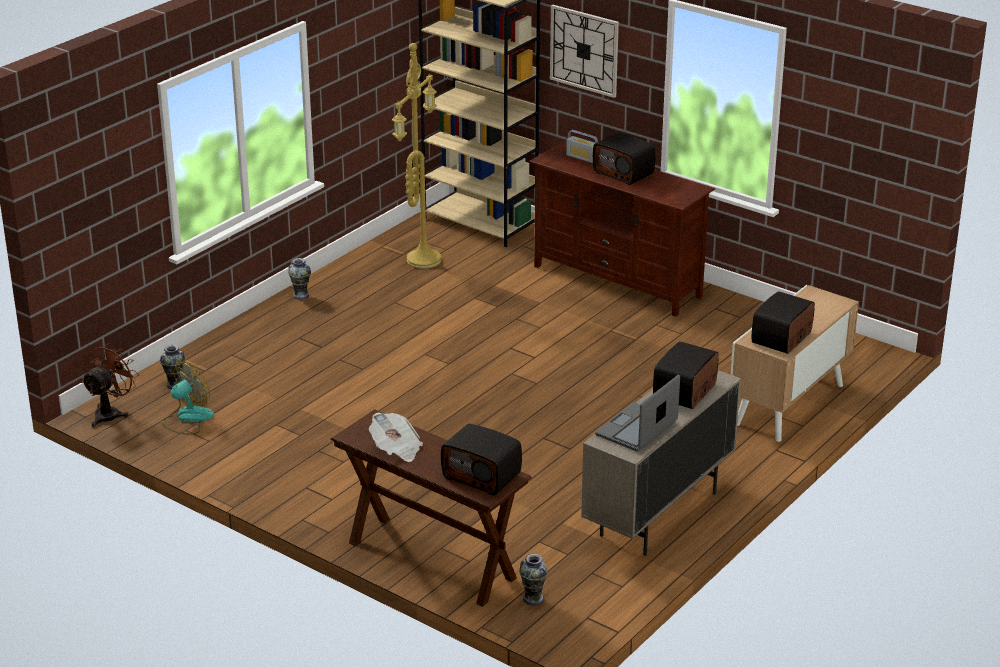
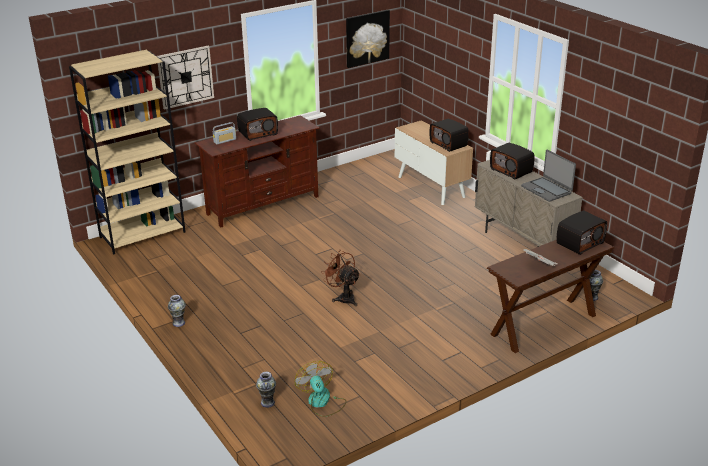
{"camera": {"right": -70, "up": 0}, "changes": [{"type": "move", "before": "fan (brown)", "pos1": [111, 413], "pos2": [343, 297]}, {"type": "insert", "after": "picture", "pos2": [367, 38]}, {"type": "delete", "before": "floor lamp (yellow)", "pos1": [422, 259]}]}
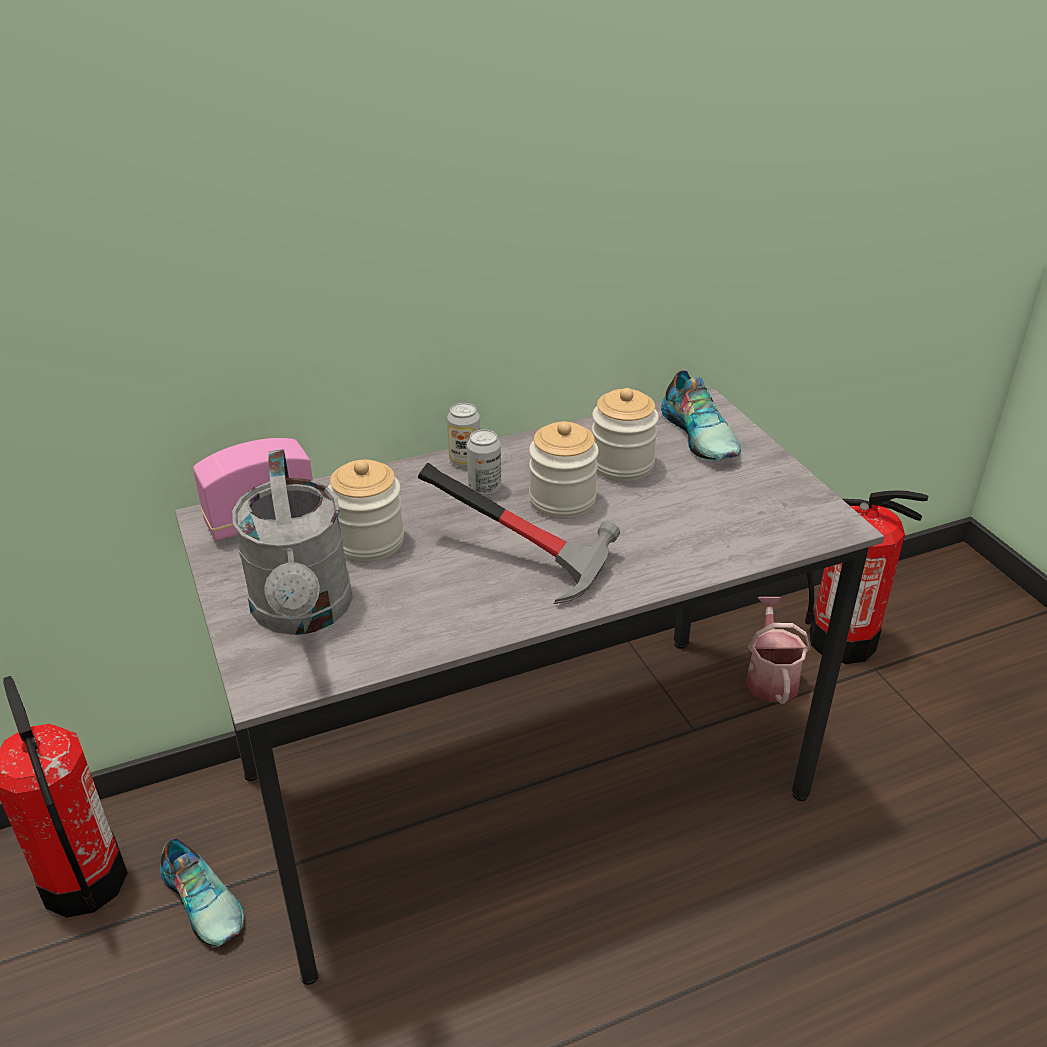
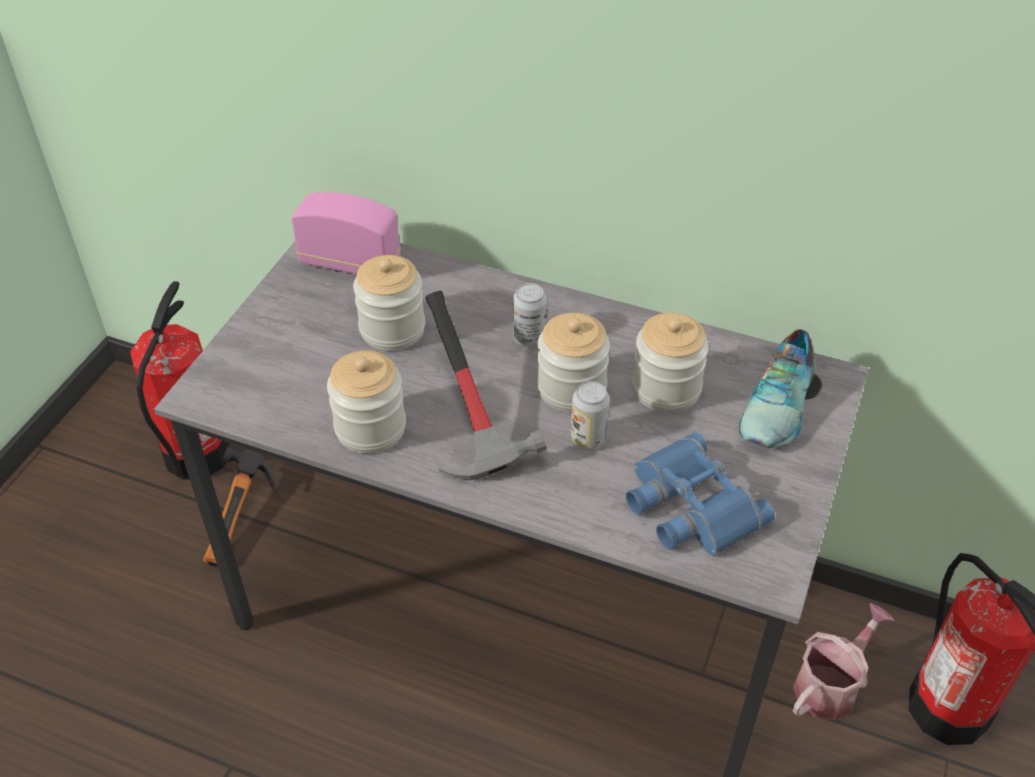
{"camera": {"right": 45, "up": 10}, "changes": [{"type": "replace", "before": "shoe", "after": "hammer", "pos1": [204, 899], "pos2": [243, 521]}, {"type": "insert", "after": "jar", "pos2": [370, 428]}, {"type": "move", "before": "can", "pos1": [465, 460], "pos2": [588, 437]}, {"type": "insert", "after": "binoculars (blue)", "pos2": [688, 505]}, {"type": "delete", "before": "watering can (grey)", "pos1": [303, 613]}]}
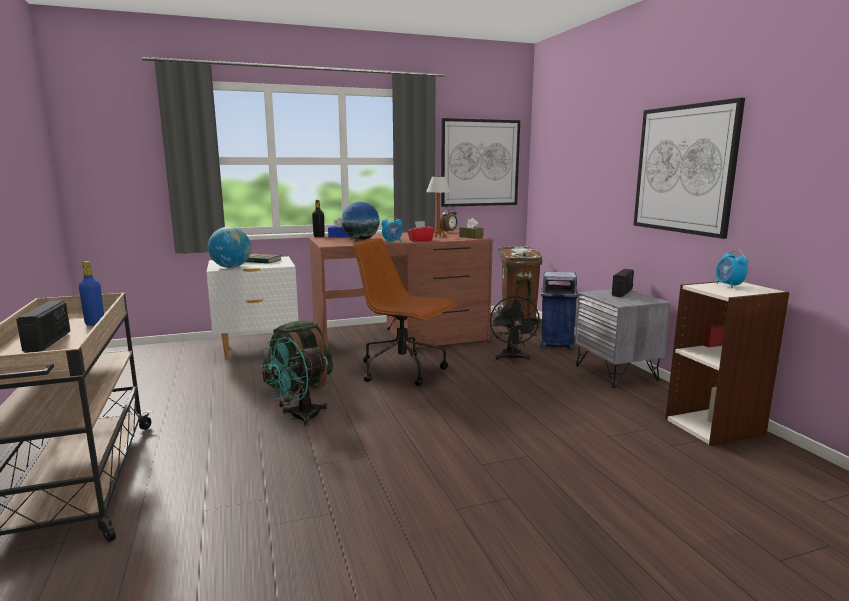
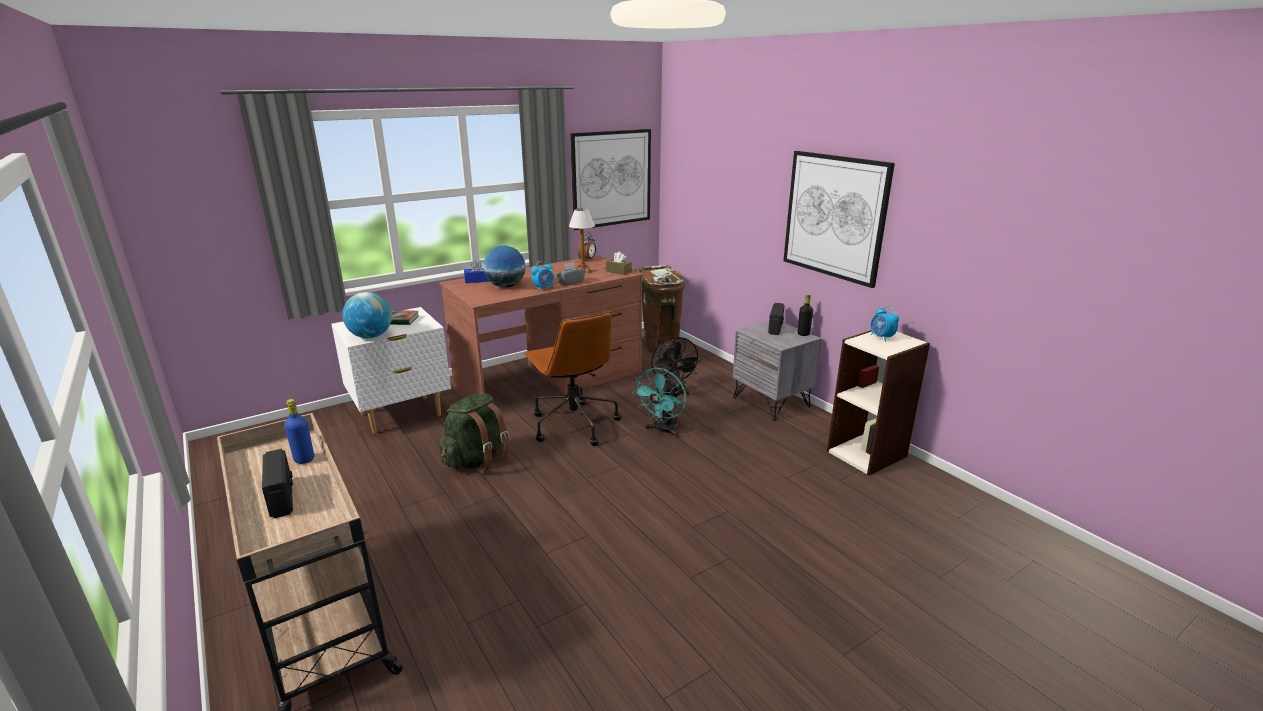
{"camera": {"right": -15, "up": 10}, "changes": [{"type": "rotate", "before": "office chair (brown)", "pos1": [403, 370], "pos2": [573, 424], "turn": -135}, {"type": "recolor", "before": "tissue box (red)", "after": "tissue box (grey)", "pos1": [420, 240], "pos2": [571, 282]}, {"type": "move", "before": "fan (turquoise)", "pos1": [298, 417], "pos2": [663, 431]}, {"type": "move", "before": "bottle (black)", "pos1": [319, 236], "pos2": [803, 334]}, {"type": "delete", "before": "trash can (blue)", "pos1": [556, 344]}]}
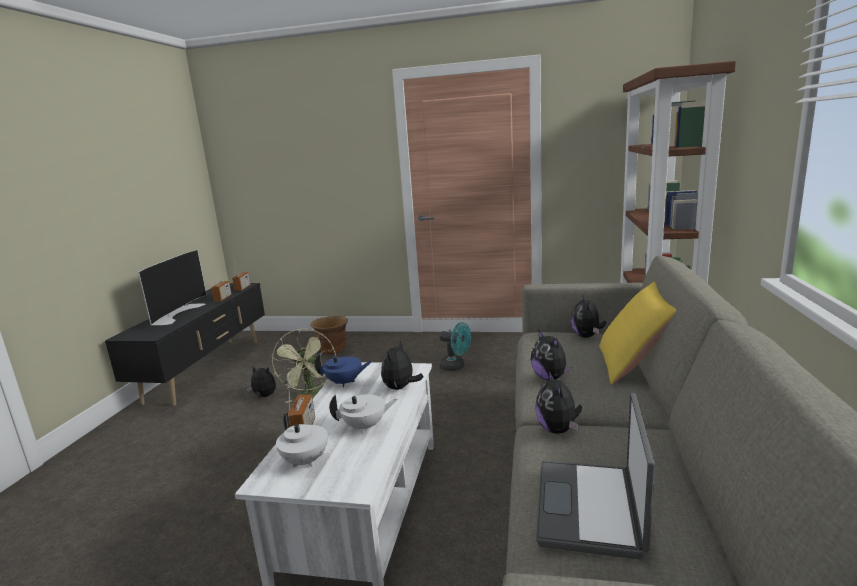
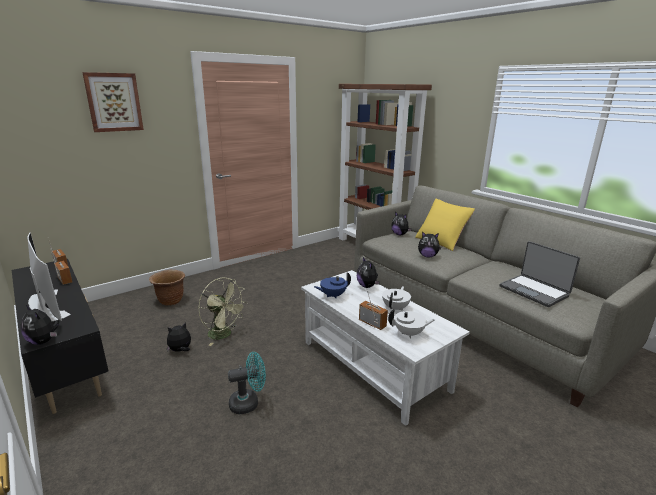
{"camera": {"right": -50, "up": 5}, "changes": [{"type": "move", "before": "plush toy", "pos1": [558, 430], "pos2": [44, 341]}, {"type": "insert", "after": "picture", "pos2": [114, 102]}, {"type": "move", "before": "fan (turquoise)", "pos1": [456, 367], "pos2": [249, 403]}, {"type": "rotate", "before": "teapot (blue)", "pos1": [345, 382], "pos2": [332, 295], "turn": -150}]}
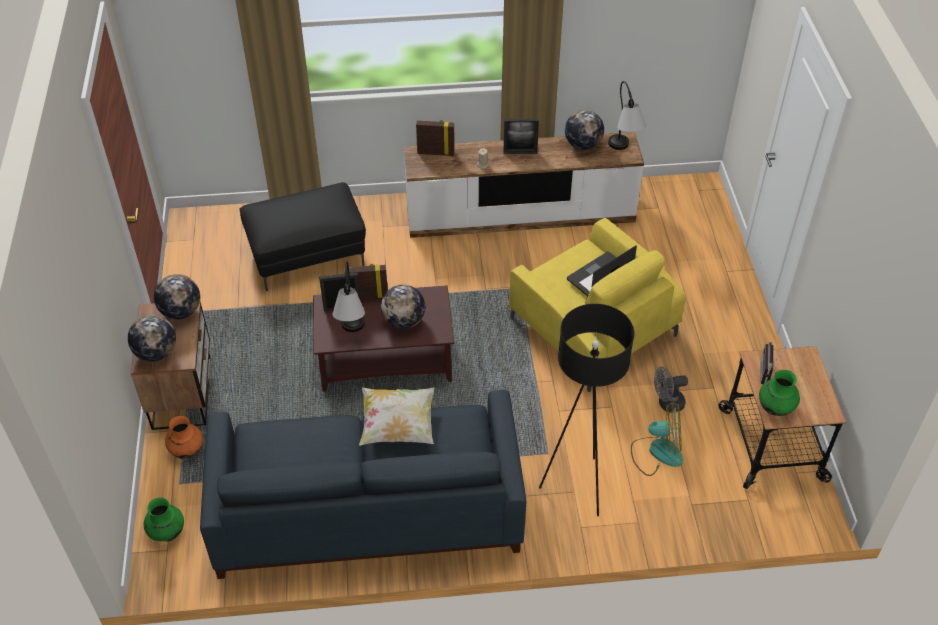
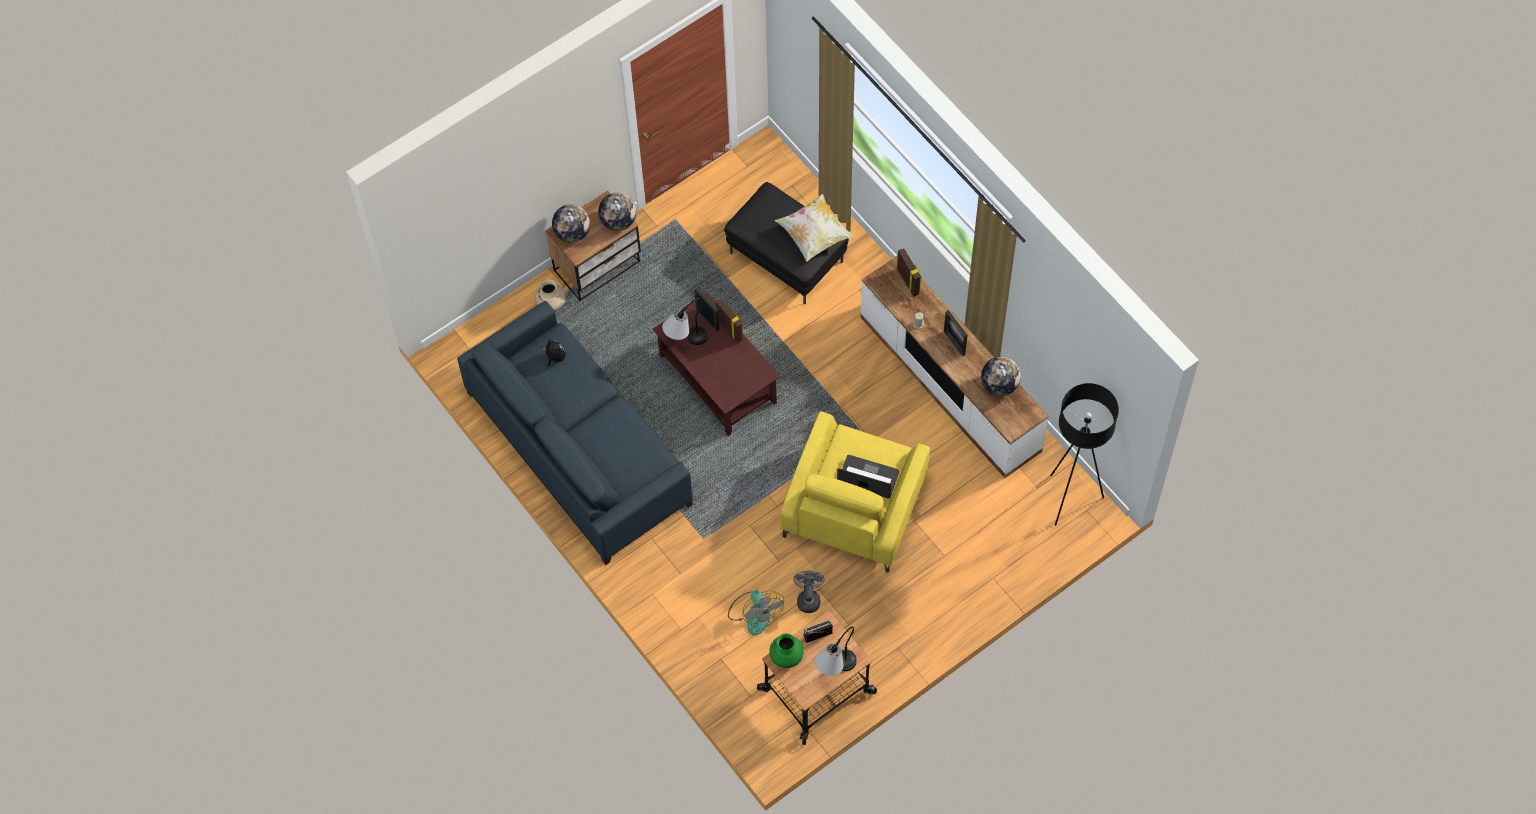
{"camera": {"right": 60, "up": 15}, "changes": [{"type": "recolor", "before": "vase (orange)", "after": "vase (beige)", "pos1": [187, 450], "pos2": [551, 304]}, {"type": "insert", "after": "plush toy", "pos2": [555, 357]}, {"type": "move", "before": "pillow", "pos1": [398, 426], "pos2": [814, 235]}, {"type": "rotate", "before": "fan (grey)", "pos1": [667, 403], "pos2": [808, 598], "turn": 45}, {"type": "move", "before": "table lamp", "pos1": [623, 152], "pos2": [835, 671]}, {"type": "move", "before": "floor lamp (black)", "pos1": [577, 486], "pos2": [1070, 499]}, {"type": "delete", "before": "vase (green)", "pos1": [167, 532]}, {"type": "delete", "before": "globe", "pos1": [404, 321]}]}
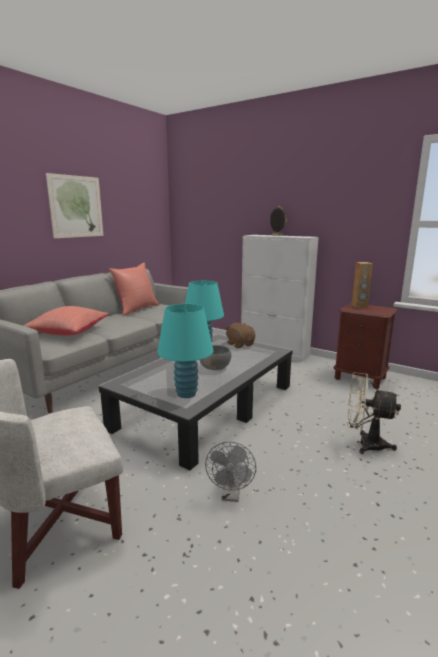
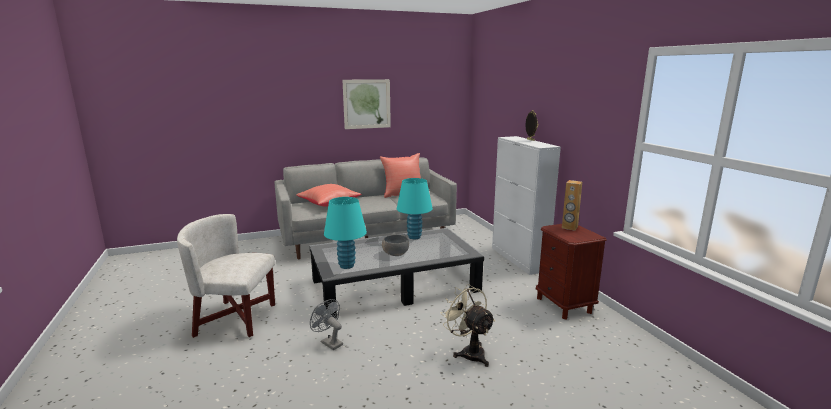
{"camera": {"right": 35, "up": 0}, "changes": [{"type": "rotate", "before": "fan (grey)", "pos1": [231, 495], "pos2": [329, 342], "turn": 90}, {"type": "delete", "before": "plush toy (brown)", "pos1": [240, 344]}]}
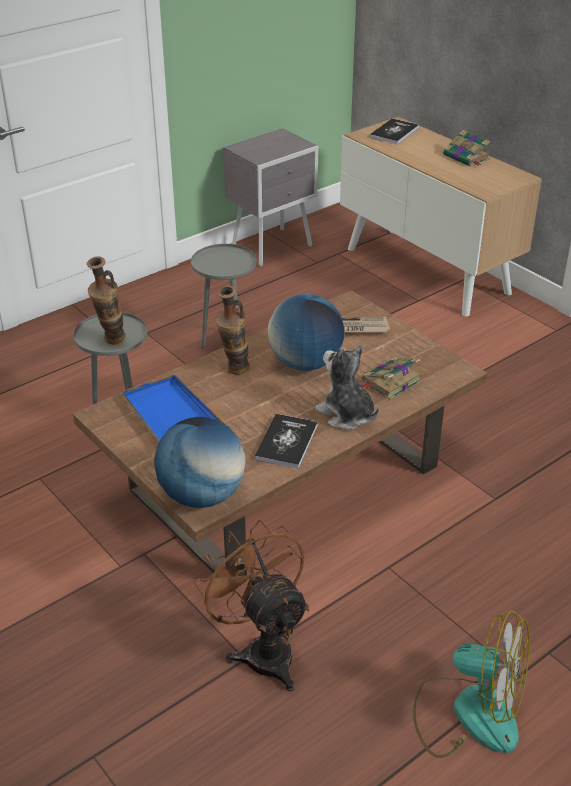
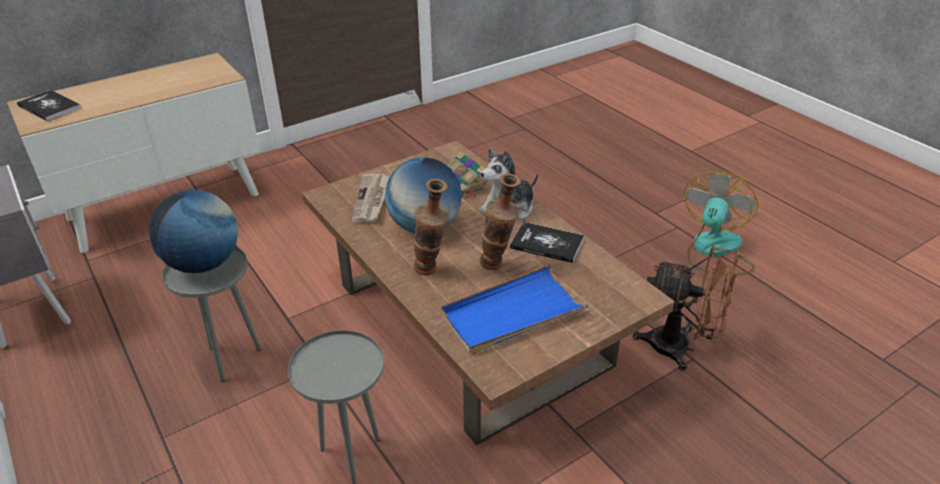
{"camera": {"right": -85, "up": 0}, "changes": [{"type": "move", "before": "globe", "pos1": [202, 495], "pos2": [203, 264]}, {"type": "move", "before": "vase", "pos1": [111, 342], "pos2": [498, 266]}, {"type": "rotate", "before": "fan (brown)", "pos1": [262, 649], "pos2": [680, 348], "turn": -135}, {"type": "delete", "before": "book", "pos1": [466, 157]}]}
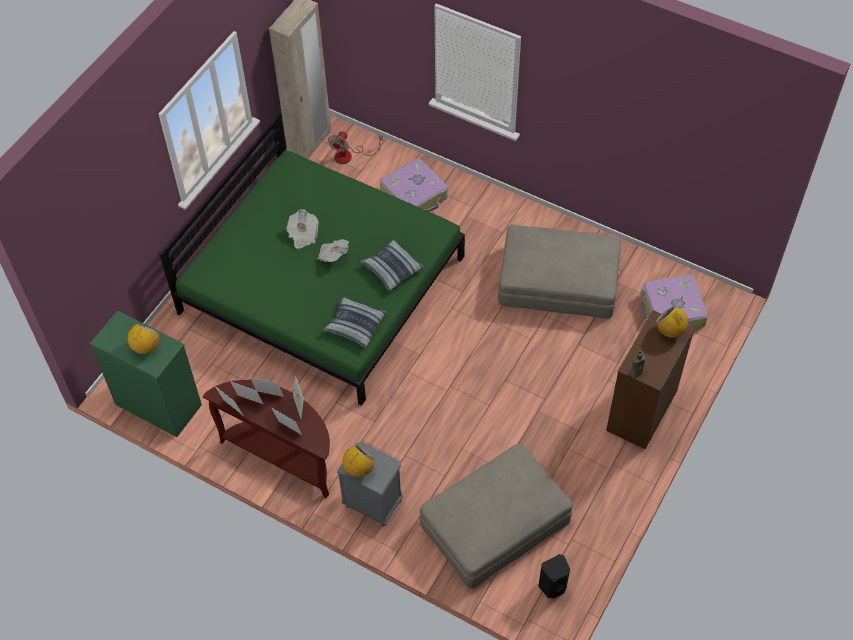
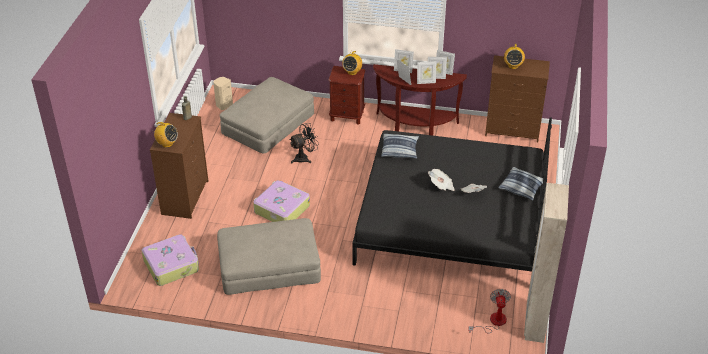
{"camera": {"right": 160, "up": -15}, "changes": [{"type": "recolor", "before": "speaker (black)", "after": "speaker (beige)", "pos1": [553, 587], "pos2": [224, 105]}, {"type": "move", "before": "suitcase", "pos1": [414, 195], "pos2": [281, 209]}, {"type": "insert", "after": "fan (black)", "pos2": [304, 158]}, {"type": "recolor", "before": "nightstand (grey)", "after": "nightstand (brown)", "pos1": [373, 503], "pos2": [347, 116]}, {"type": "recolor", "before": "bed (green)", "after": "bed (black)", "pos1": [322, 284], "pos2": [452, 220]}, {"type": "recolor", "before": "dresser (green)", "after": "dresser (brown)", "pos1": [157, 404], "pos2": [513, 130]}, {"type": "move", "before": "pillow", "pos1": [392, 268], "pos2": [522, 187]}]}
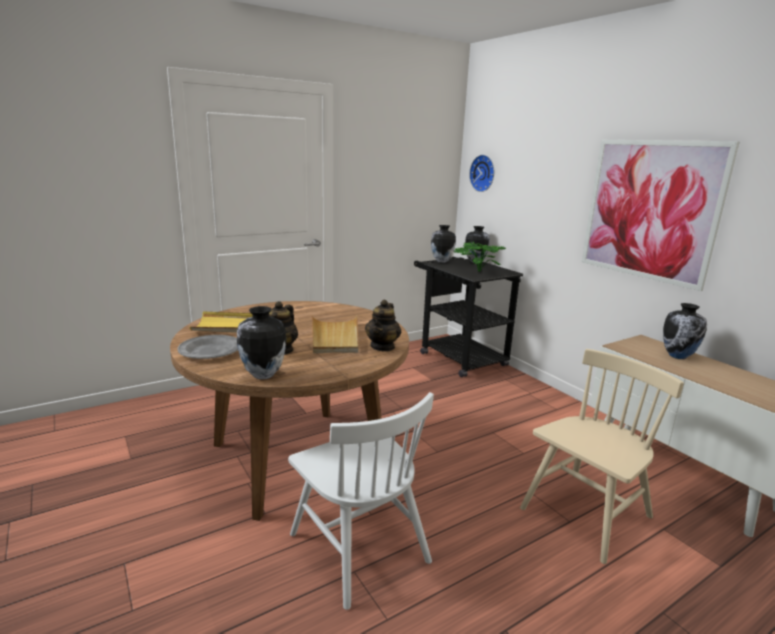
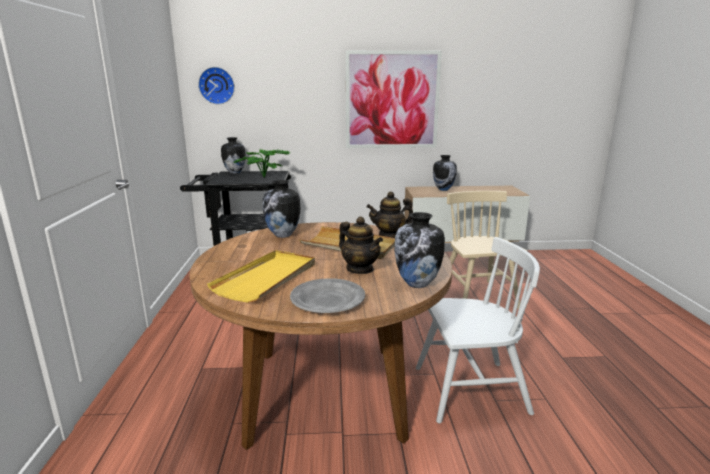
{"camera": {"right": -60, "up": 0}, "changes": [{"type": "move", "before": "vase", "pos1": [441, 261], "pos2": [283, 235]}, {"type": "rotate", "before": "teapot", "pos1": [383, 346], "pos2": [390, 235], "turn": 120}]}
